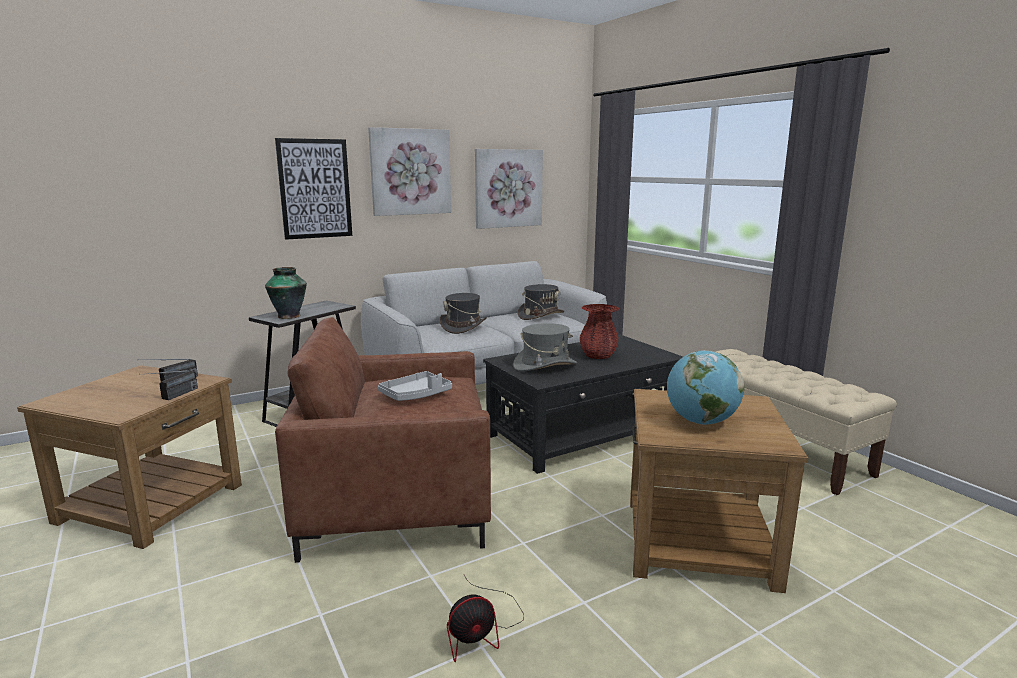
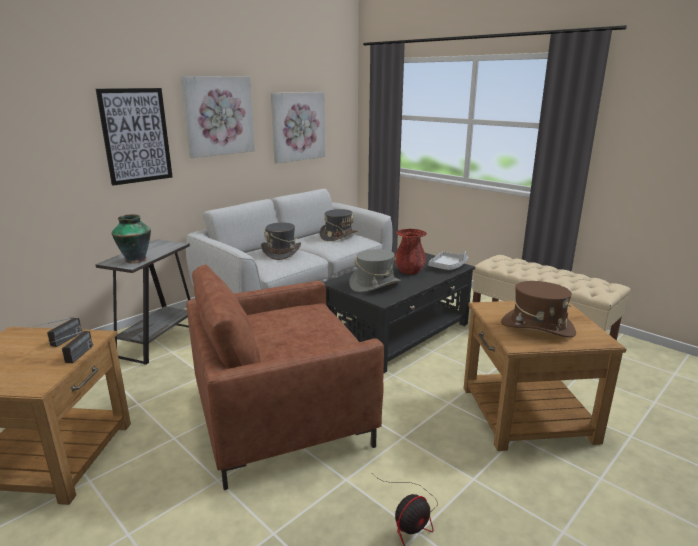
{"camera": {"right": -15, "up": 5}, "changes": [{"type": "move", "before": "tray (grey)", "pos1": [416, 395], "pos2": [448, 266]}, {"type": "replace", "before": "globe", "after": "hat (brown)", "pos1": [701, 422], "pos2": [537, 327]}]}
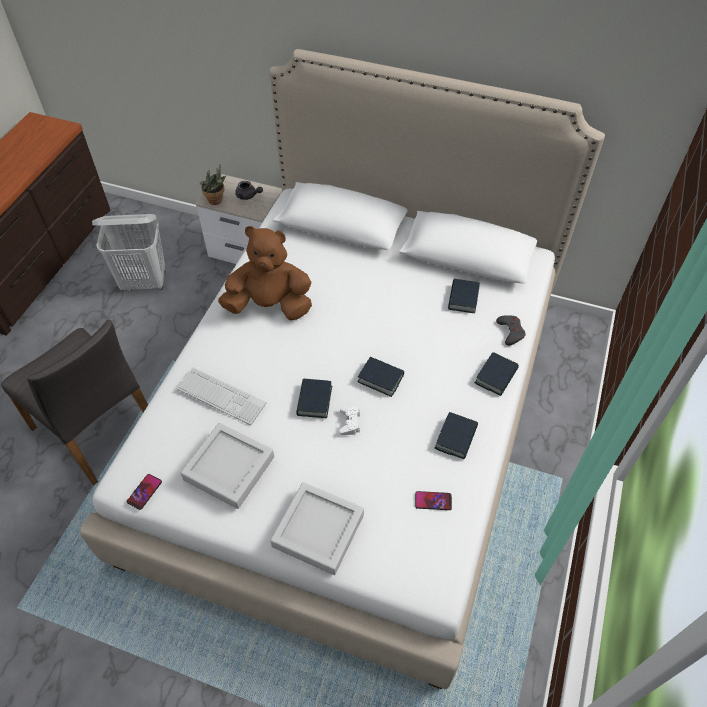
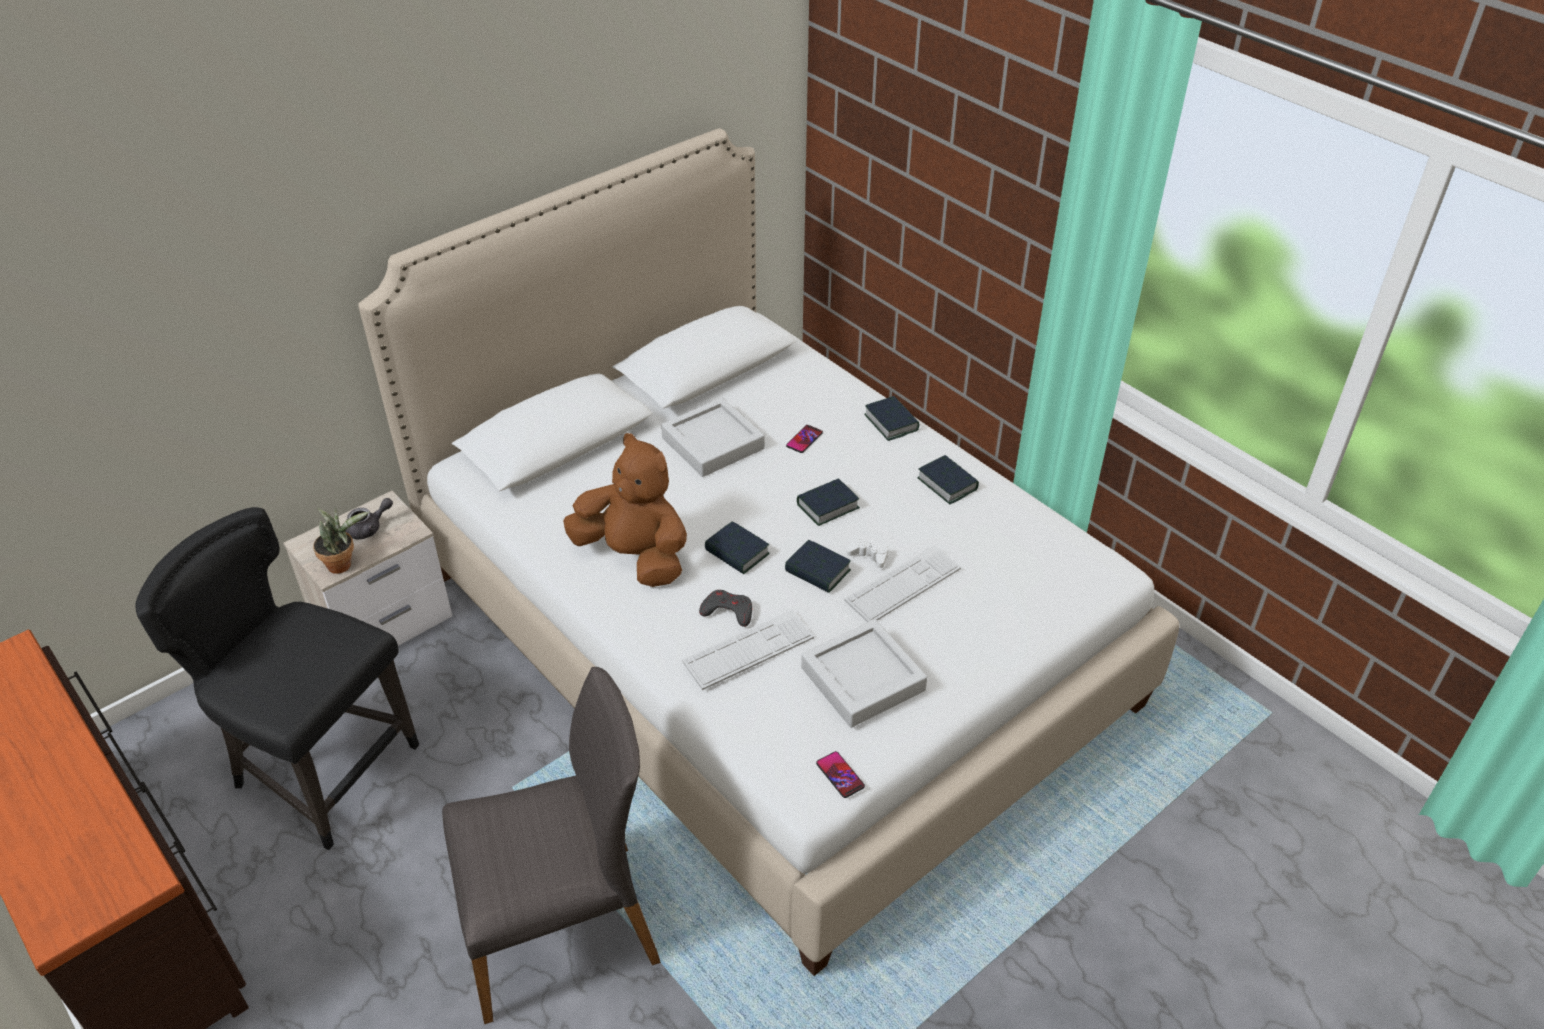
{"camera": {"right": -60, "up": -10}, "changes": [{"type": "replace", "before": "laundry basket (white)", "after": "chair (black)", "pos1": [145, 282], "pos2": [322, 769]}, {"type": "rotate", "before": "plush toy (brown)", "pos1": [270, 306], "pos2": [634, 556], "turn": 90}, {"type": "move", "before": "tray (grey)", "pos1": [318, 530], "pos2": [713, 443]}, {"type": "move", "before": "game controller (grey)", "pos1": [510, 331], "pos2": [728, 611]}, {"type": "move", "before": "book", "pos1": [463, 299], "pos2": [737, 553]}, {"type": "move", "before": "phone", "pos1": [433, 501], "pos2": [804, 439]}, {"type": "insert", "after": "keyboard", "pos2": [903, 585]}]}
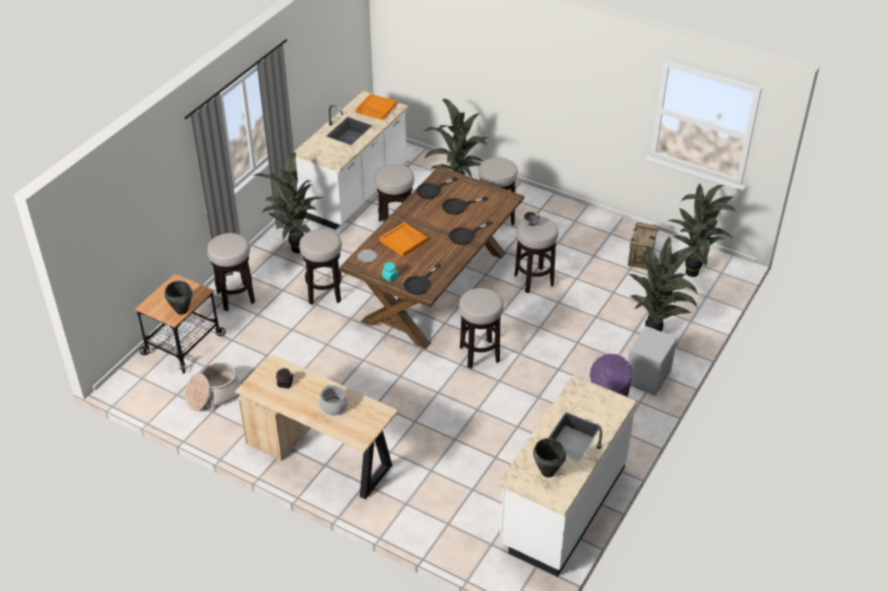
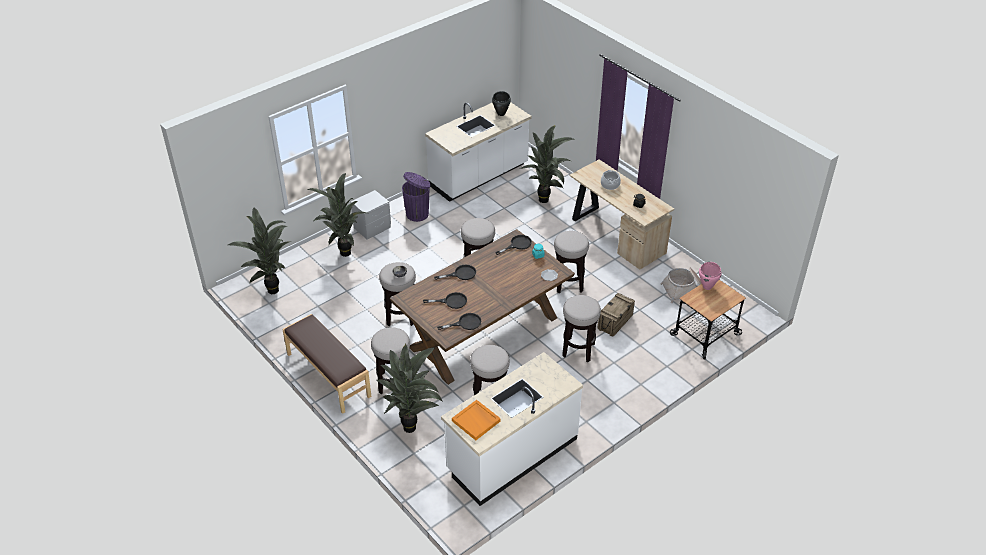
{"camera": {"right": -160, "up": 0}, "changes": [{"type": "insert", "after": "bench (brown)", "pos2": [328, 375]}, {"type": "move", "before": "potted plant", "pos1": [294, 249], "pos2": [546, 200]}, {"type": "move", "before": "stool", "pos1": [235, 297], "pos2": [569, 284]}, {"type": "move", "before": "crate", "pos1": [641, 254], "pos2": [615, 322]}, {"type": "recolor", "before": "cooking pot (black)", "after": "cooking pot (pink)", "pos1": [181, 311], "pos2": [707, 286]}, {"type": "delete", "before": "tray (orange)", "pos1": [404, 241]}]}
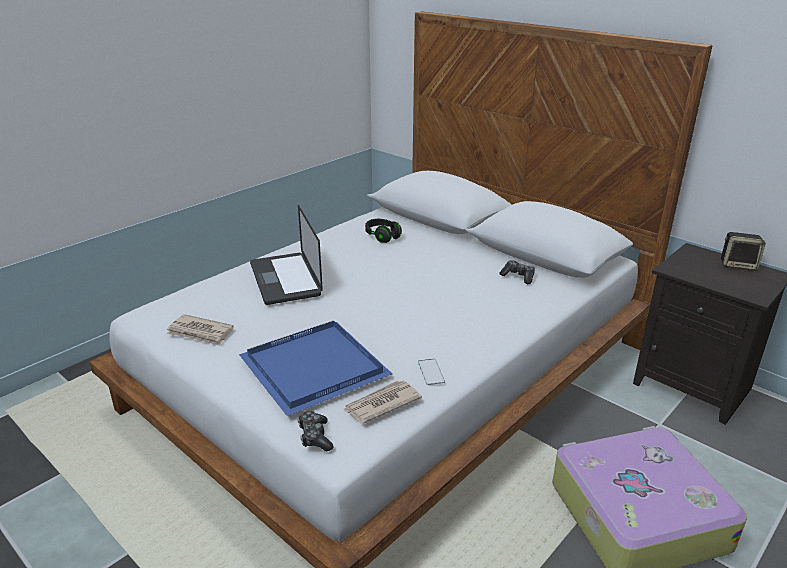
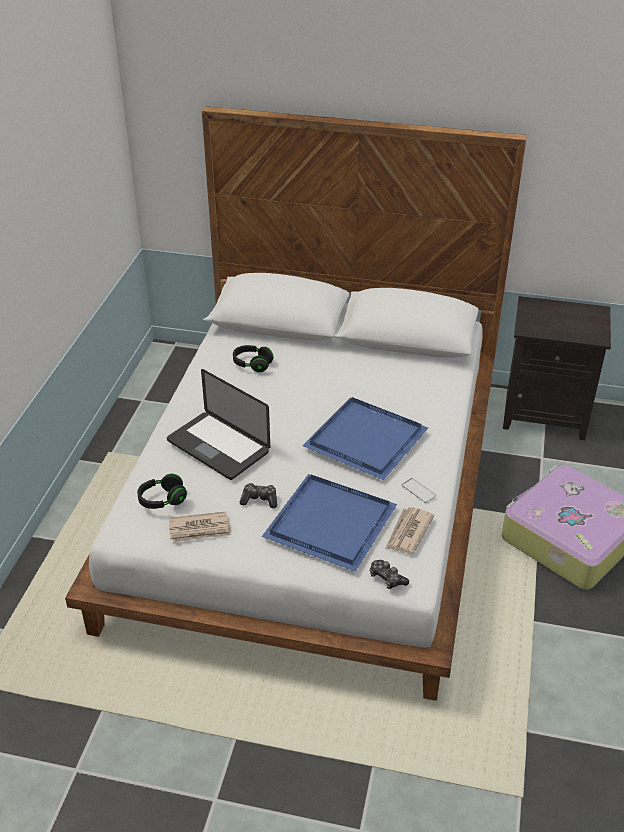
{"camera": {"right": -30, "up": 10}, "changes": [{"type": "insert", "after": "headphones (black)", "pos2": [162, 500]}, {"type": "move", "before": "game controller", "pos1": [518, 276], "pos2": [259, 500]}, {"type": "insert", "after": "tray (blue)", "pos2": [368, 439]}, {"type": "delete", "before": "speaker", "pos1": [738, 265]}]}
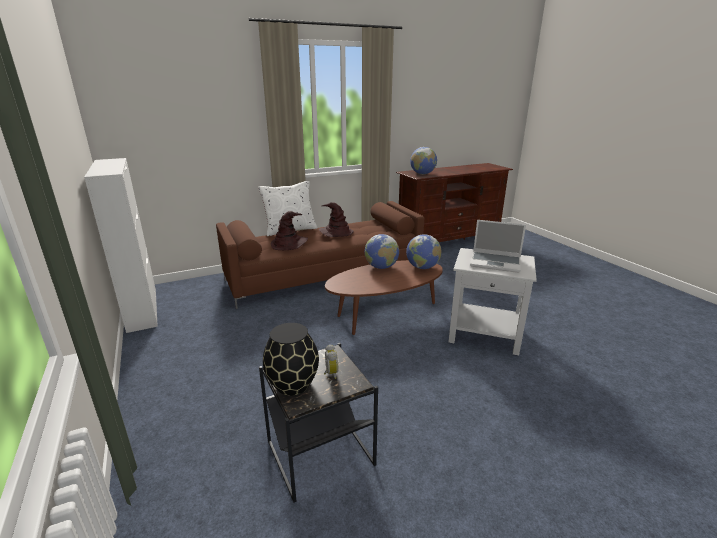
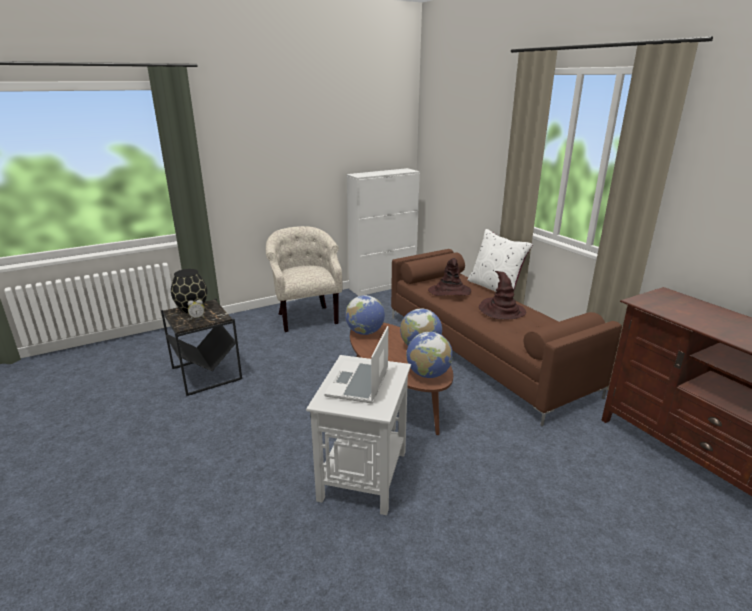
{"camera": {"right": 85, "up": 0}, "changes": [{"type": "insert", "after": "armchair (beige)", "pos2": [306, 317]}, {"type": "move", "before": "globe", "pos1": [422, 174], "pos2": [365, 332]}]}
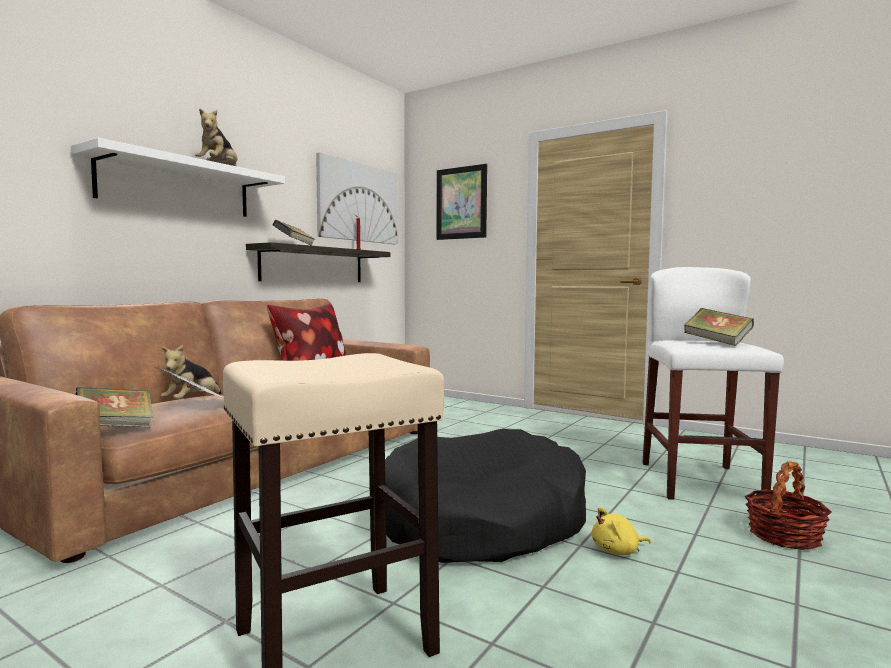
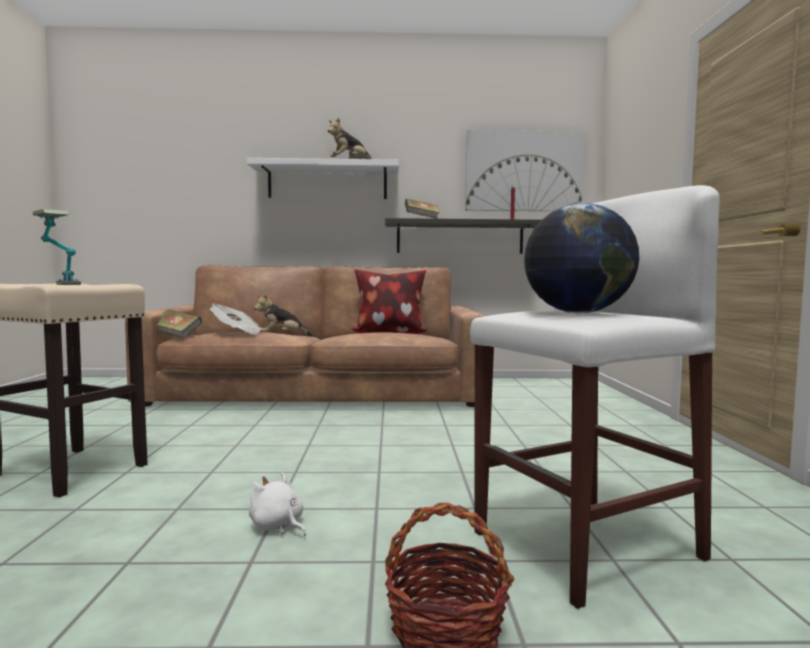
{"camera": {"right": 55, "up": 0}, "changes": [{"type": "insert", "after": "table lamp", "pos2": [58, 284]}, {"type": "recolor", "before": "plush toy (yellow)", "after": "plush toy (white)", "pos1": [618, 551], "pos2": [278, 526]}, {"type": "replace", "before": "book", "after": "globe", "pos1": [717, 343], "pos2": [577, 313]}, {"type": "delete", "before": "dog bed (black)", "pos1": [480, 521]}, {"type": "delete", "before": "picture", "pos1": [461, 203]}]}
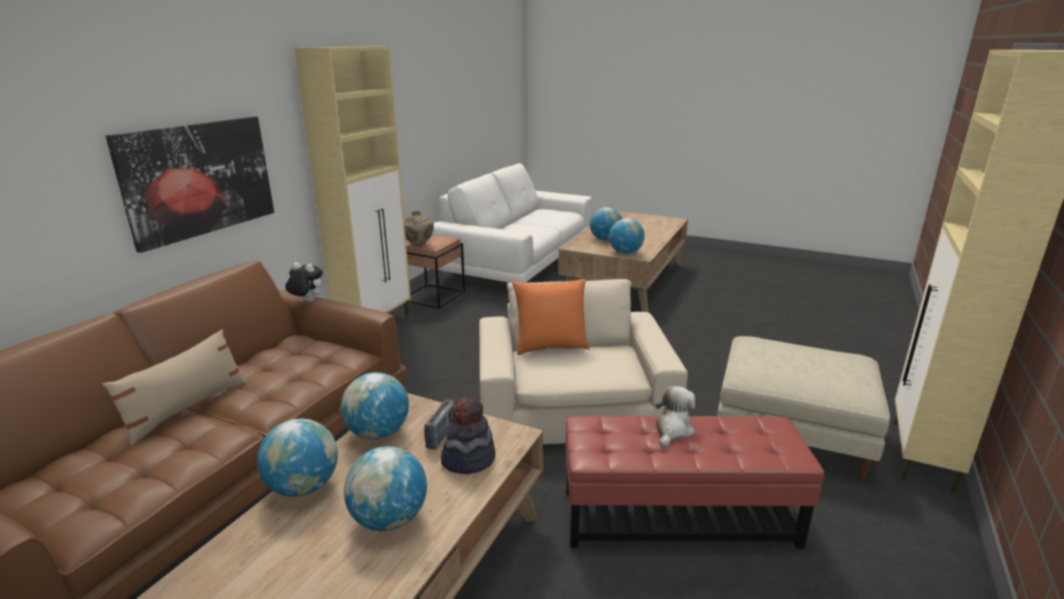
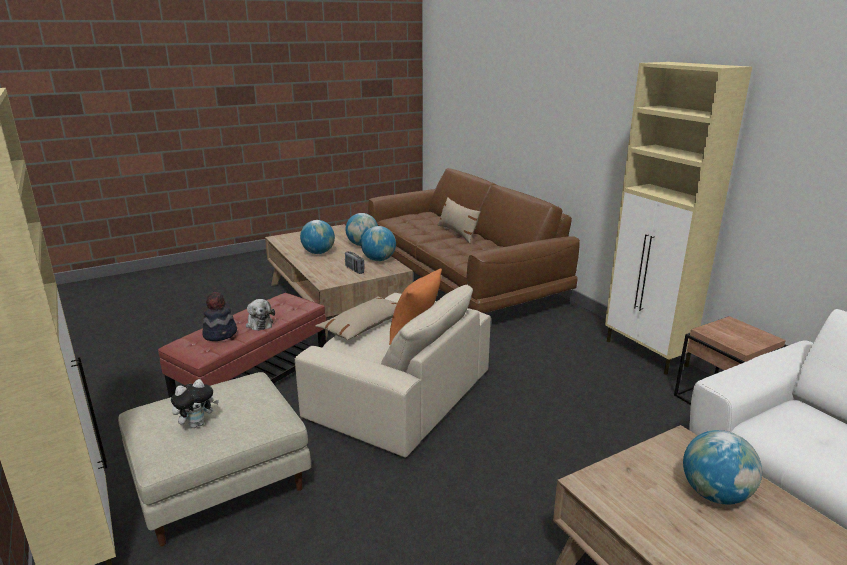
{"camera": {"right": 125, "up": 0}, "changes": [{"type": "move", "before": "plush toy", "pos1": [306, 301], "pos2": [197, 424]}, {"type": "move", "before": "hat", "pos1": [468, 459], "pos2": [220, 334]}, {"type": "insert", "after": "pillow (beige)", "pos2": [364, 326]}, {"type": "delete", "before": "picture", "pos1": [199, 179]}, {"type": "delete", "before": "vase (beige)", "pos1": [418, 245]}, {"type": "delete", "before": "globe", "pos1": [625, 253]}]}
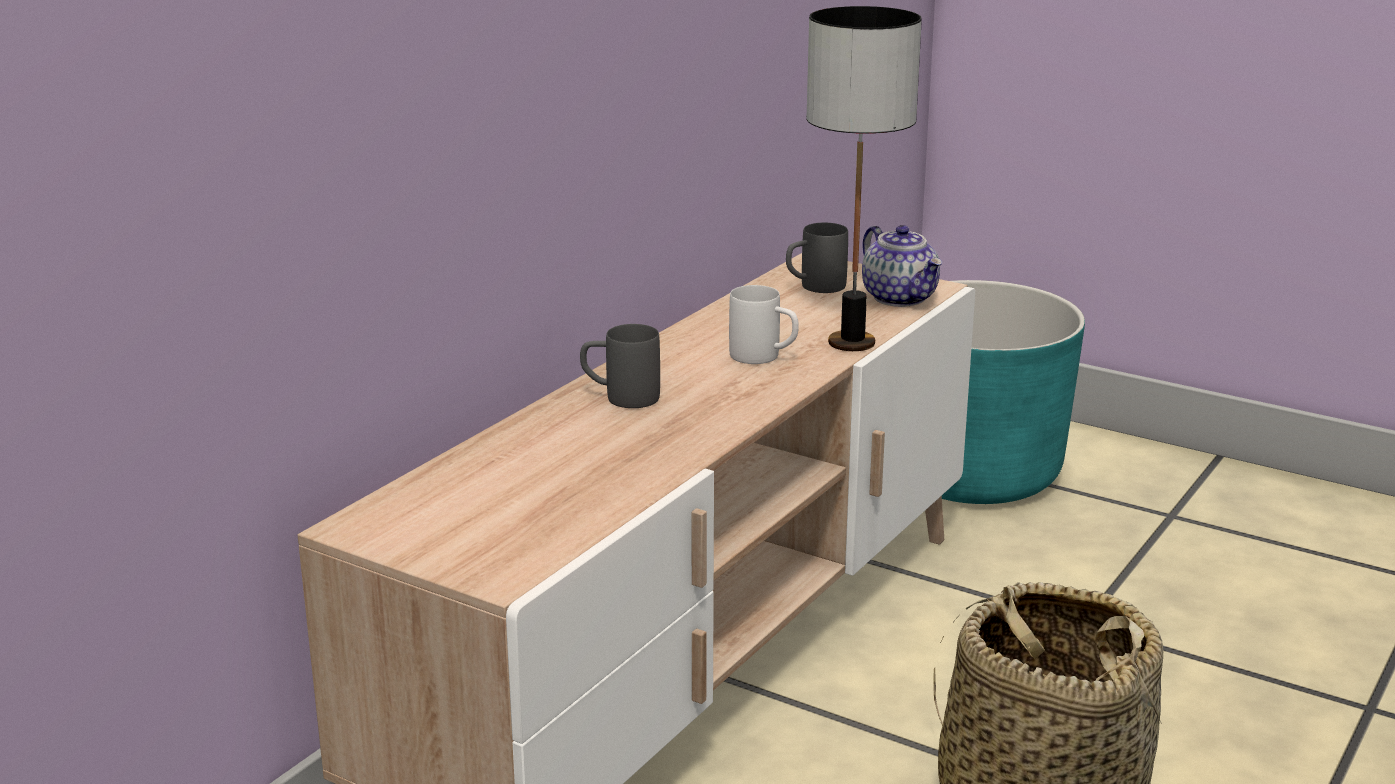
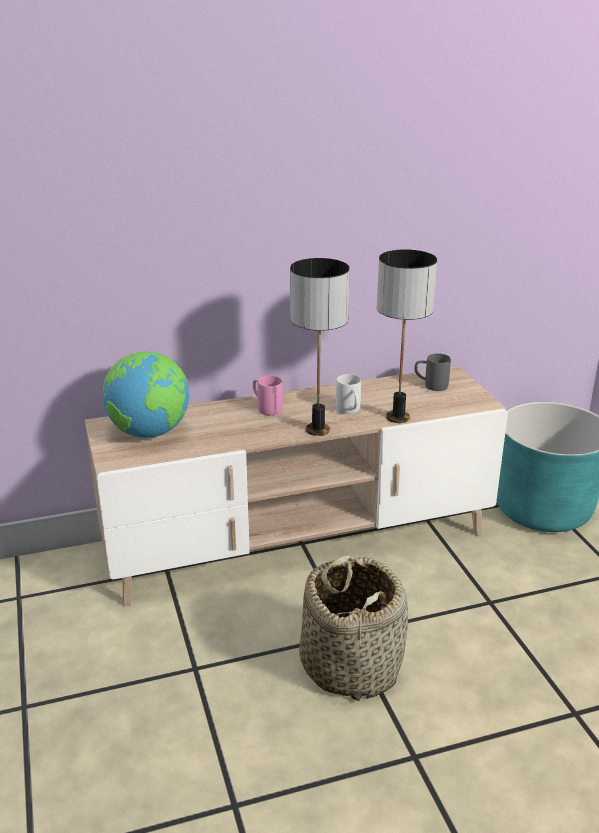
{"camera": {"right": 40, "up": 5}, "changes": [{"type": "insert", "after": "globe", "pos2": [150, 433]}, {"type": "recolor", "before": "mug (grey)", "after": "mug (pink)", "pos1": [620, 398], "pos2": [266, 408]}, {"type": "insert", "after": "table lamp", "pos2": [317, 430]}, {"type": "delete", "before": "teapot", "pos1": [901, 298]}]}
